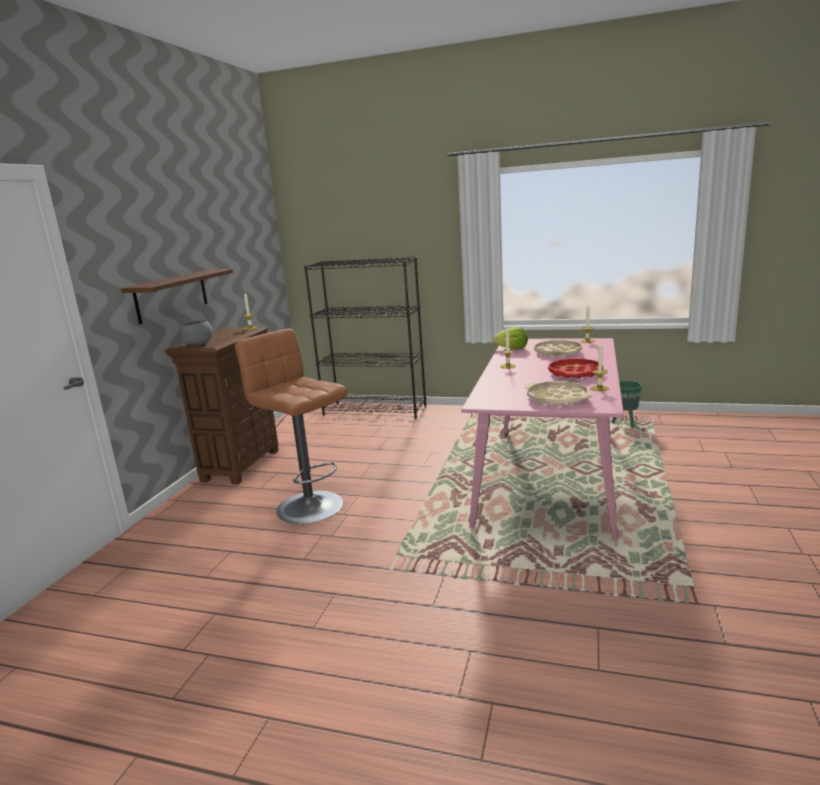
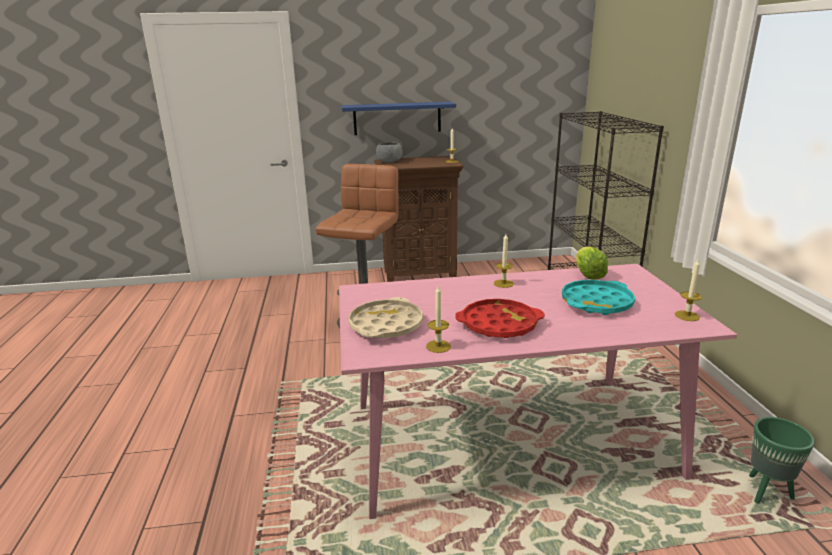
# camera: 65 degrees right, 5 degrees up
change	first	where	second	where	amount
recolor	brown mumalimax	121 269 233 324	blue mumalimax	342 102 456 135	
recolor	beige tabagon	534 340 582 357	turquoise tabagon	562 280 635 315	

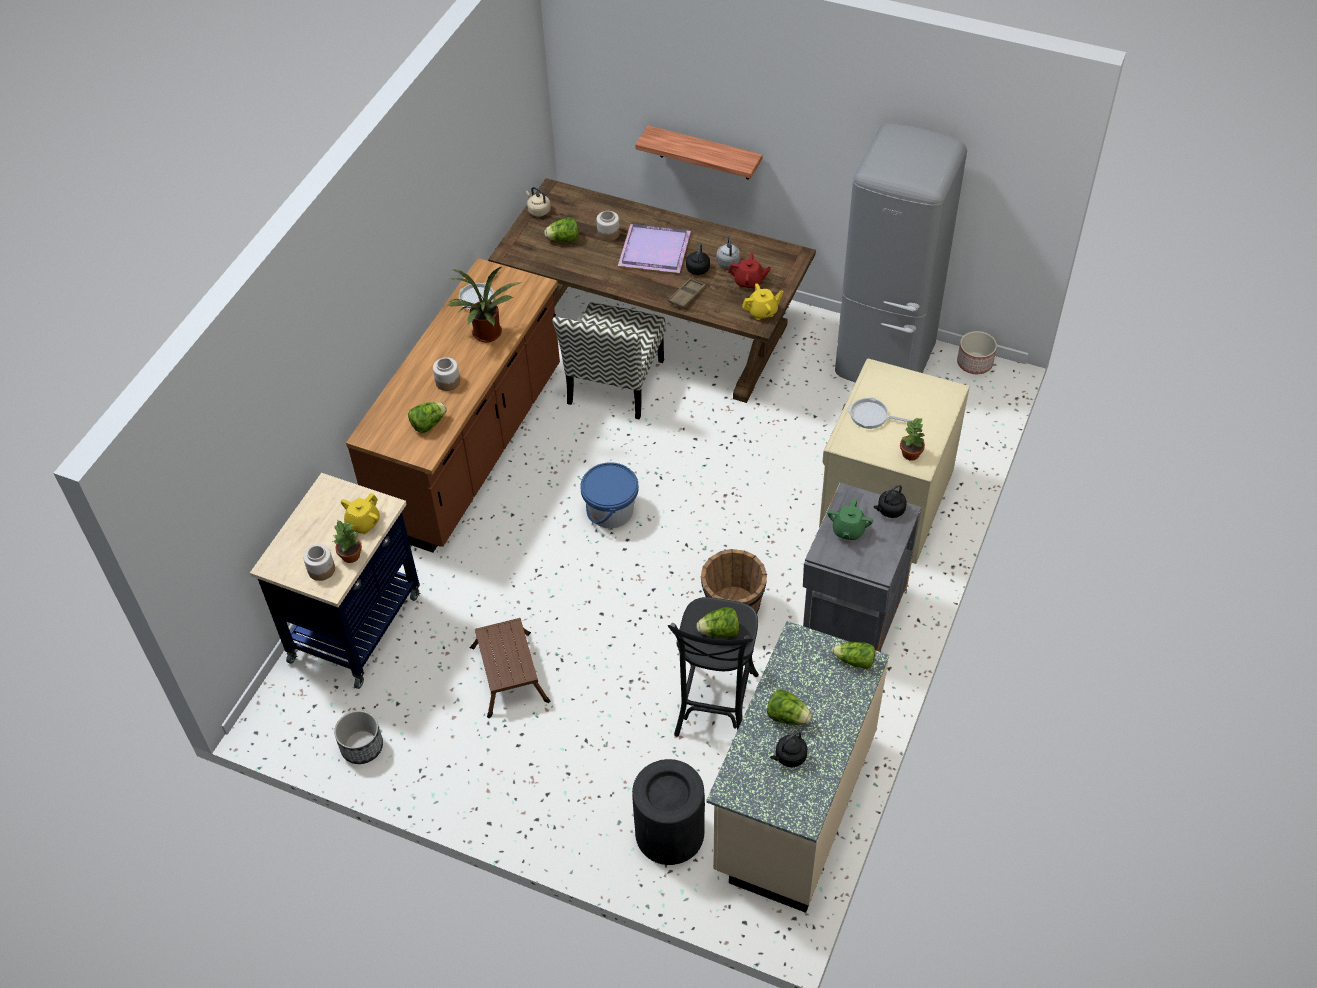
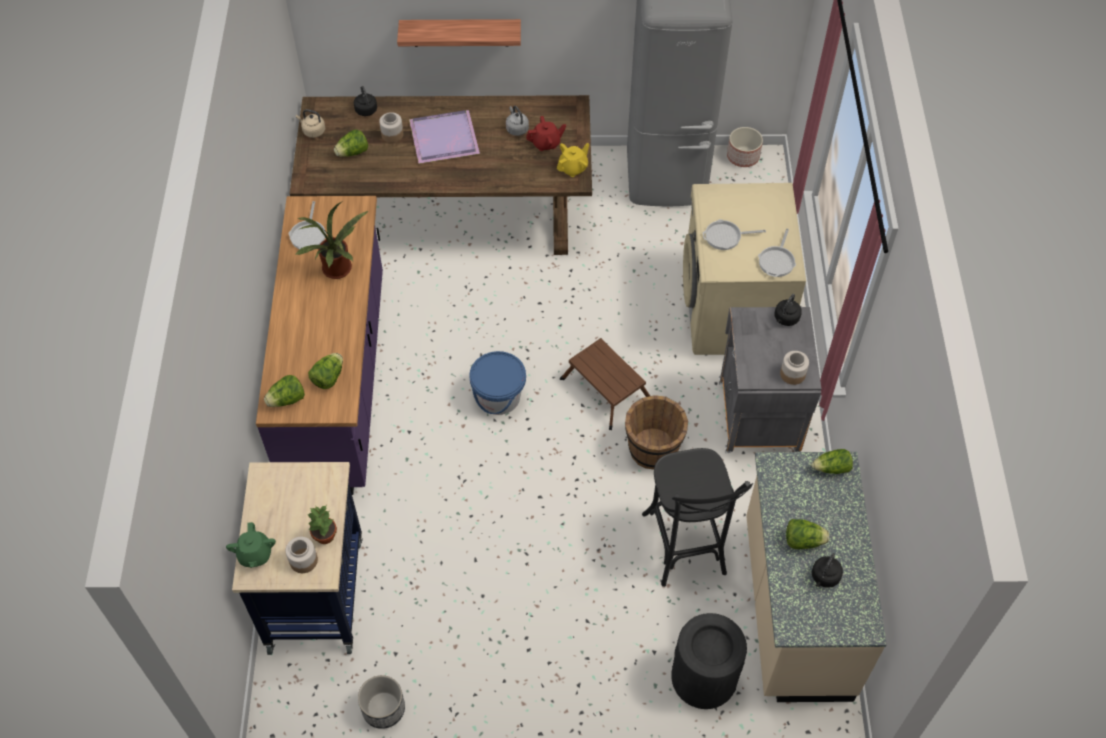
# camera: 25 degrees left, 5 degrees up
change	first	where	second	where	amount
move	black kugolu	686 244 710 275		354 86 377 116	
recolor	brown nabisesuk	346 258 560 553	purple nabisesuk	256 196 383 495	
delete	brown tabagon	668 278 706 308			
delete	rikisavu	553 302 665 420			
move	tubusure	433 357 460 391		780 351 809 385	
replace	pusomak	900 417 925 461	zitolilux	758 229 796 277	
delete	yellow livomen	341 493 380 534			
move	green livomen	827 498 873 540		226 522 276 568	
move	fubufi	697 607 739 638		264 375 305 407	
move	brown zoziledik	470 618 550 719		560 338 650 430	

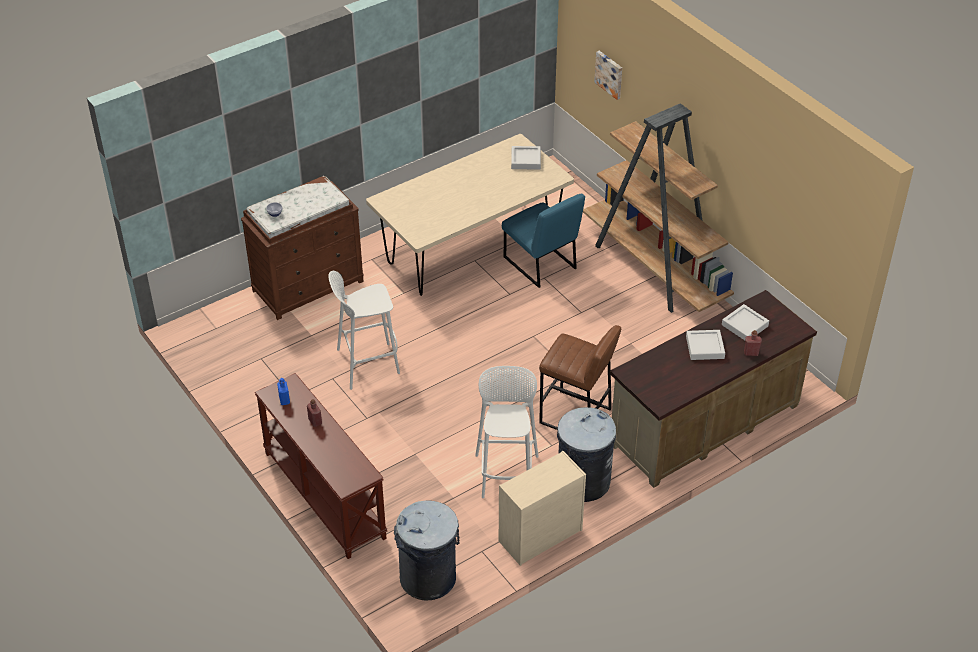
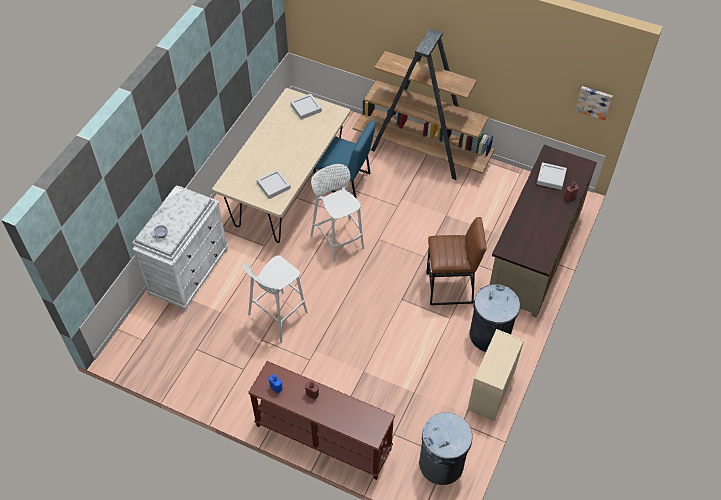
# camera: 30 degrees left, 10 degrees up
change	first	where	second	where	amount
move	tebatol	594 51 622 100		575 86 613 120	
recolor	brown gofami	241 176 364 320	white gofami	132 185 228 311	
move	grey tabagon	686 330 725 360		257 170 291 199	
move	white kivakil	475 366 539 498		311 164 364 262	

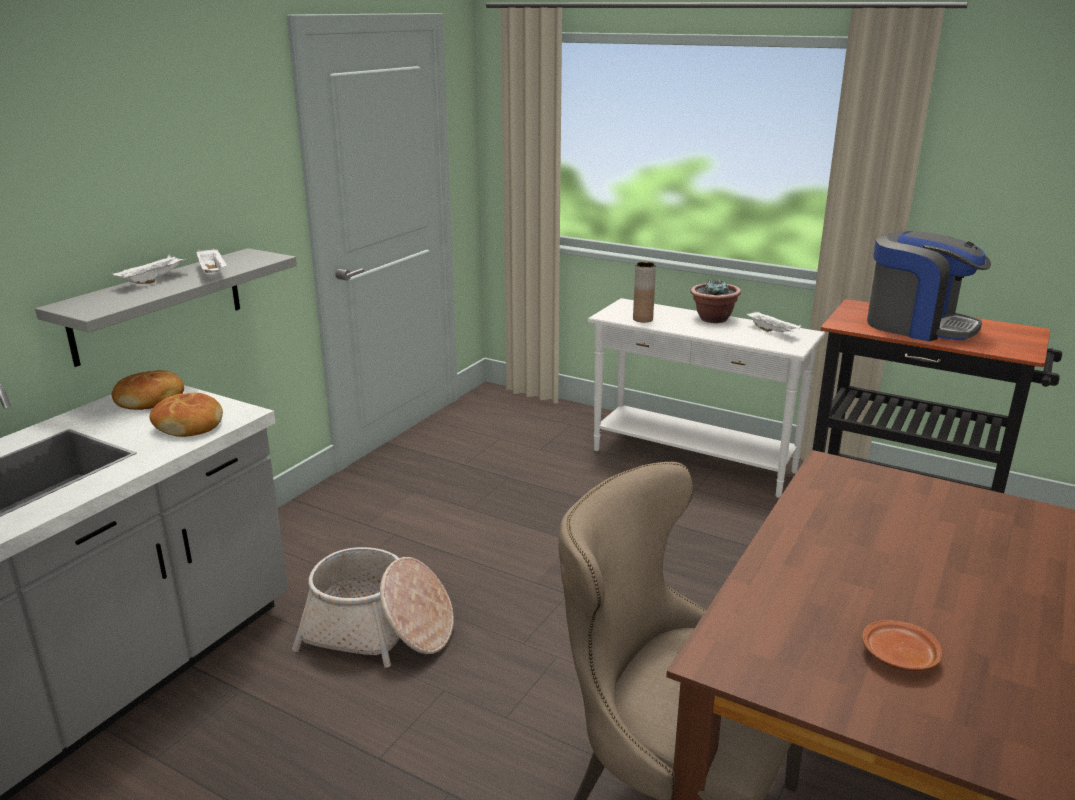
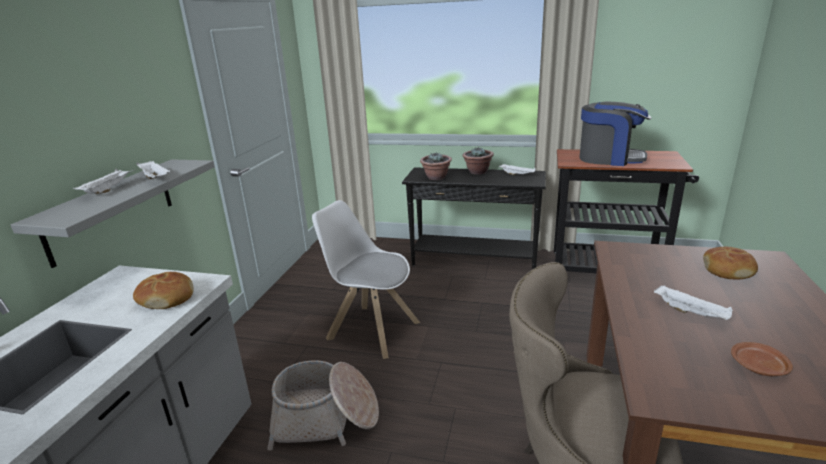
# camera: 15 degrees left, 0 degrees up
change	first	where	second	where	amount
replace	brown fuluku	633 262 656 322	pusomak	420 153 452 180	
recolor	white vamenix	588 298 825 498	black vamenix	402 167 546 269	
move	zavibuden	111 370 184 410		703 247 758 279	
insert			rikisavu	312 200 420 359	
insert			white tabagon	654 286 733 320	

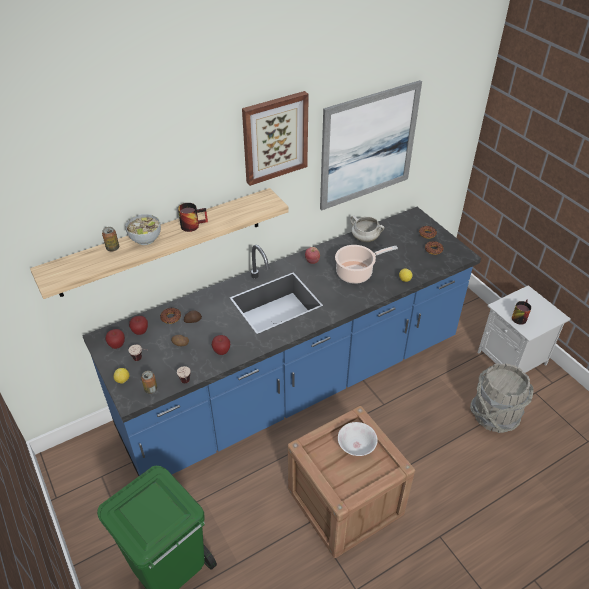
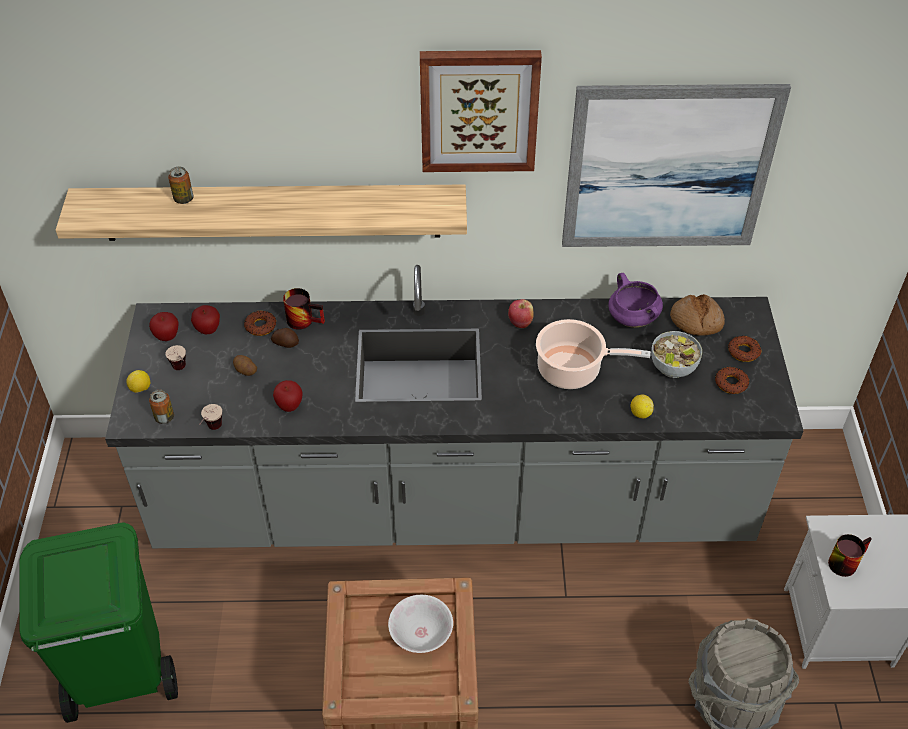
# camera: 30 degrees right, 5 degrees up
change	first	where	second	where	amount
move	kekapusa	178 203 208 232		283 288 325 330	
recolor	blue nabisesuk	82 207 481 476	grey nabisesuk	105 265 803 548	
move	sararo	125 214 161 245		651 331 702 378	
recolor	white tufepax	350 215 384 242	purple tufepax	608 273 663 328	
insert			zavibuden	670 294 725 336	

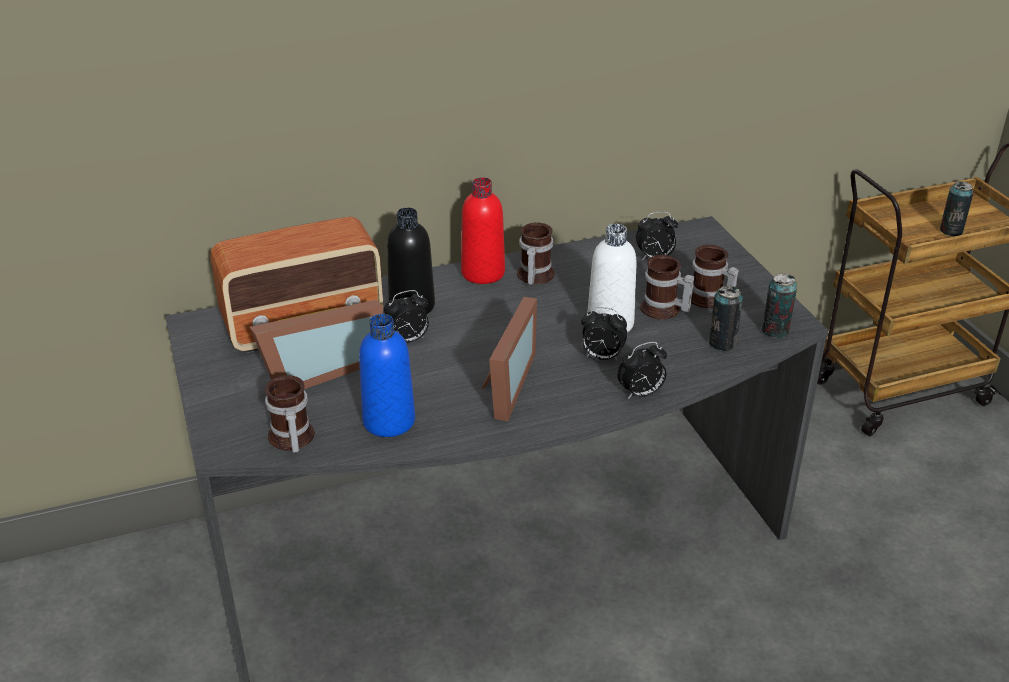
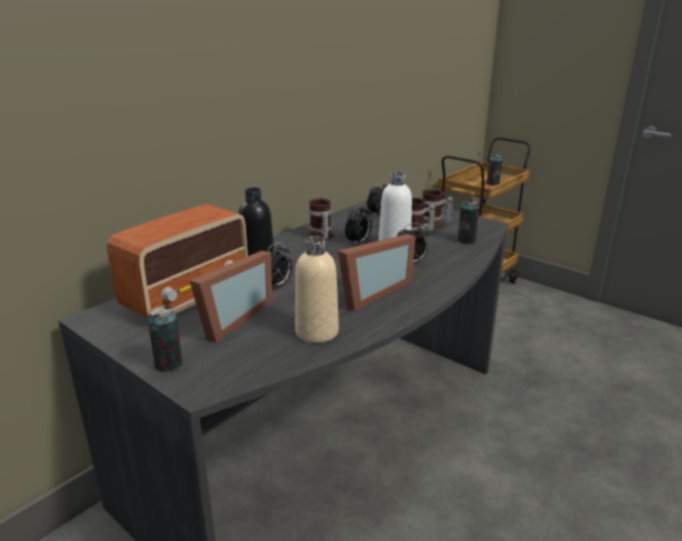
# camera: 30 degrees left, 10 degrees down
change	first	where	second	where	amount
delete	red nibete	461 177 505 284			
move	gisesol	761 273 797 338		148 306 182 372	
rotate	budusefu	481 297 537 421		338 234 415 311	60 degrees clockwise
recolor	blue nibete	359 314 415 437	beige nibete	295 236 339 343	
move	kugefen	617 342 667 399		345 204 372 245	
delete	kekapusa	265 375 315 453			

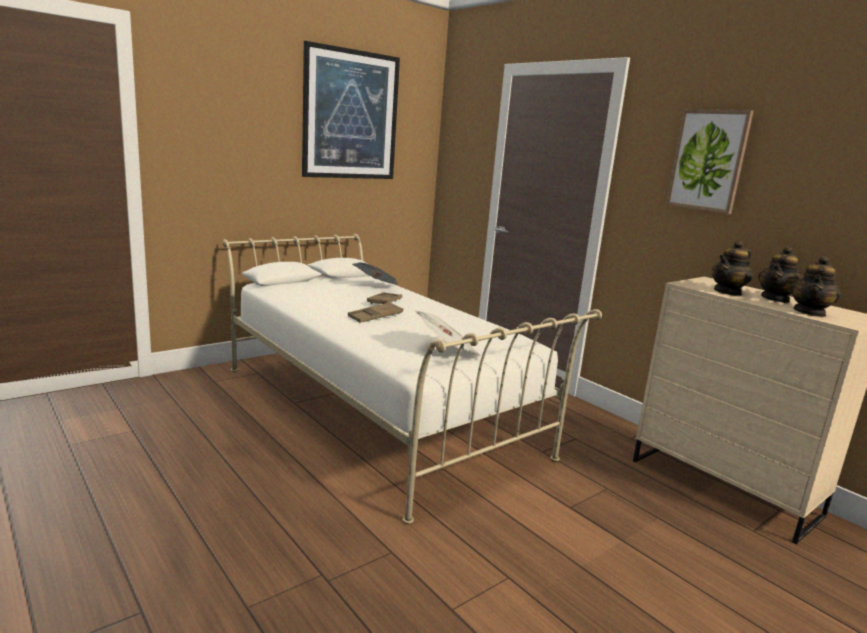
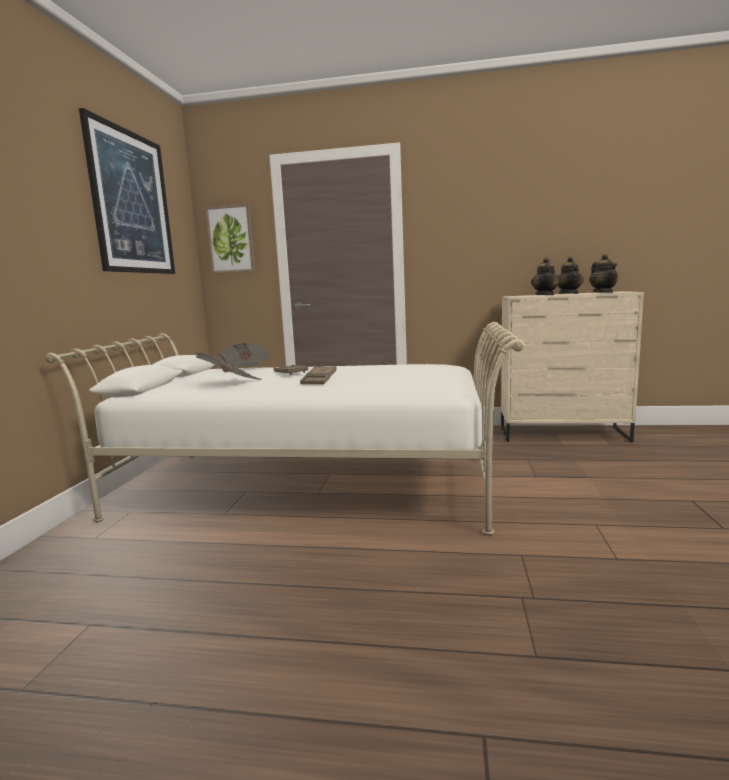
# camera: 40 degrees left, 5 degrees down
change	first	where	second	where	amount
move	tebatol	666 109 754 214		205 204 255 274	
move	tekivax	414 310 481 356		194 353 262 380	

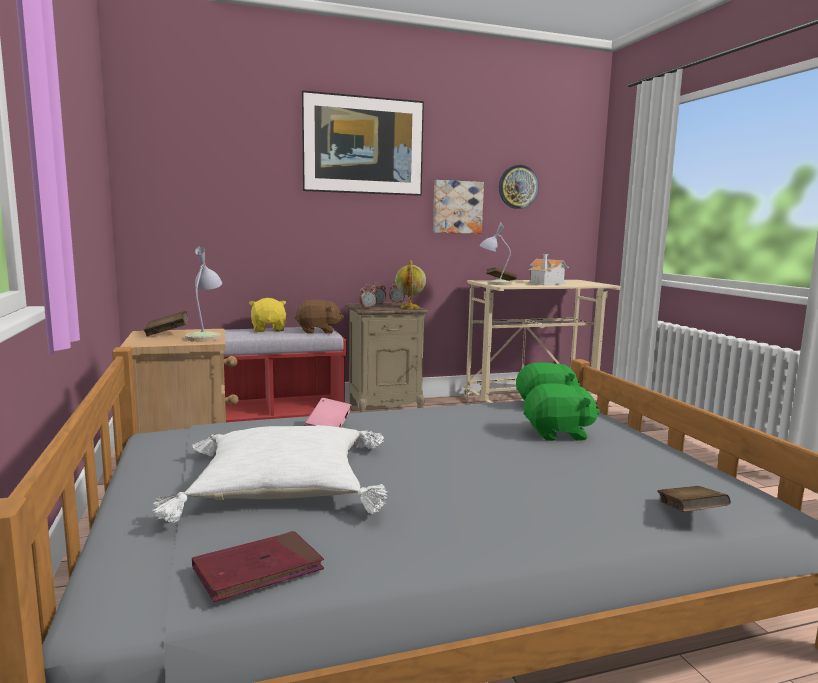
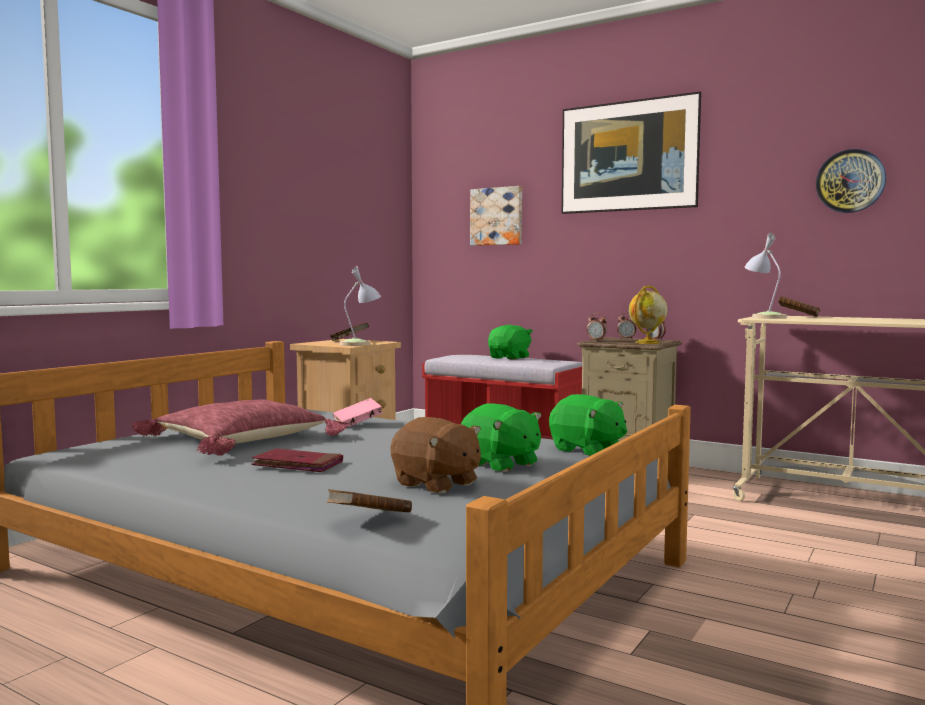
# camera: 50 degrees right, 5 degrees down
change	first	where	second	where	amount
move	tebatol	433 180 484 234		470 186 522 246	
delete	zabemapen	528 254 569 285			
recolor	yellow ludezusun	249 298 286 332	green ludezusun	488 325 533 360	
move	brown ludezusun	295 299 344 334		391 417 481 494	
recolor	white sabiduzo	153 425 388 522	red sabiduzo	132 399 348 456	
move	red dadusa	192 531 324 602		251 448 343 472	

